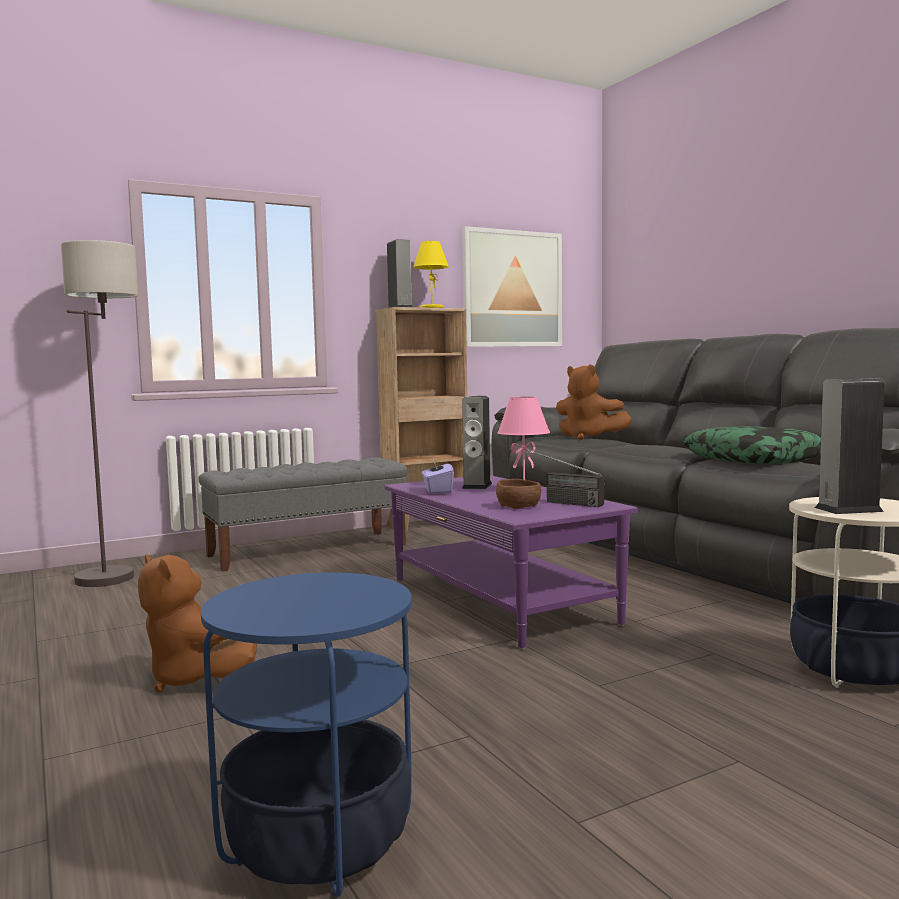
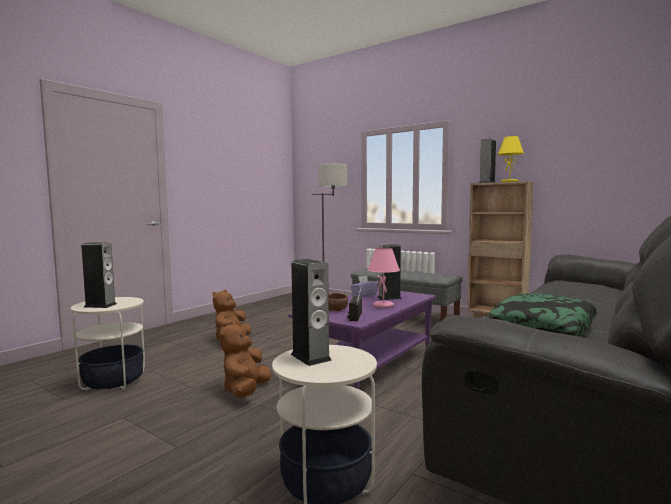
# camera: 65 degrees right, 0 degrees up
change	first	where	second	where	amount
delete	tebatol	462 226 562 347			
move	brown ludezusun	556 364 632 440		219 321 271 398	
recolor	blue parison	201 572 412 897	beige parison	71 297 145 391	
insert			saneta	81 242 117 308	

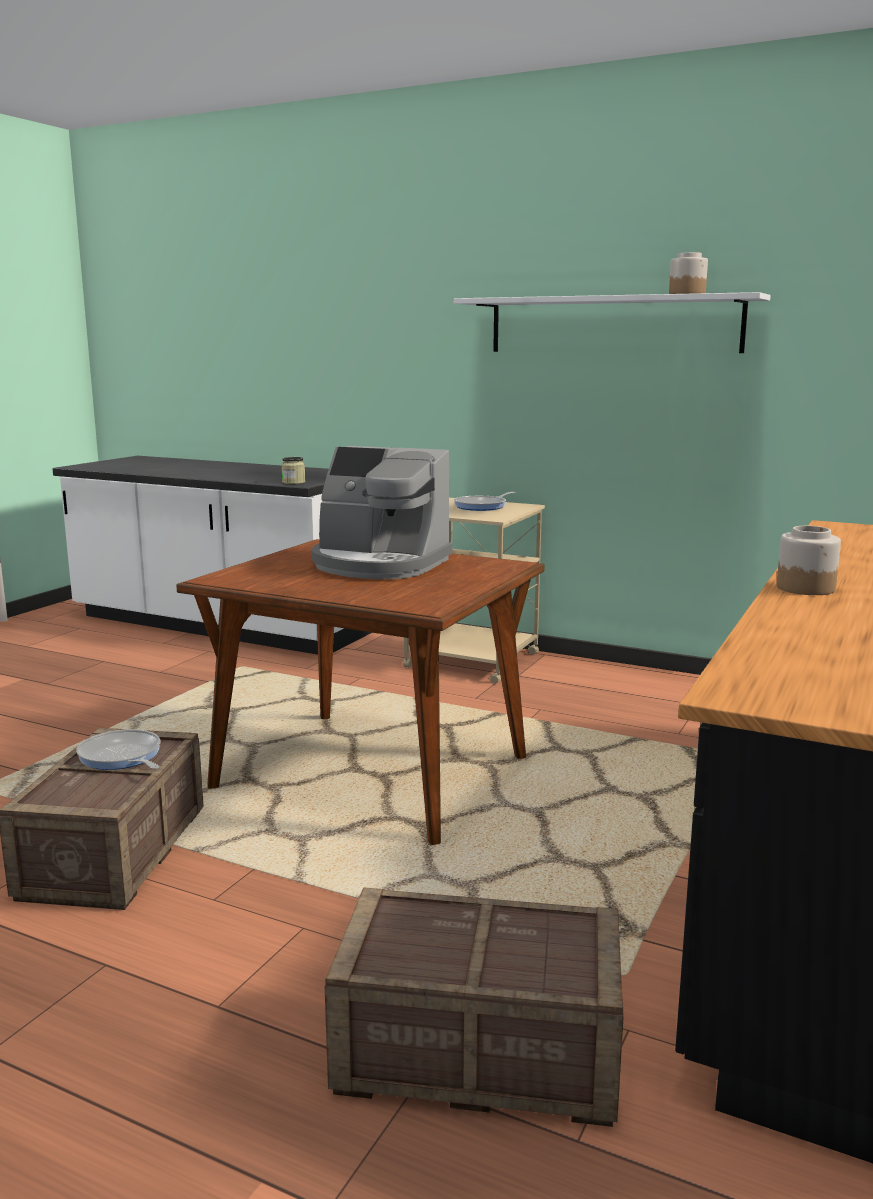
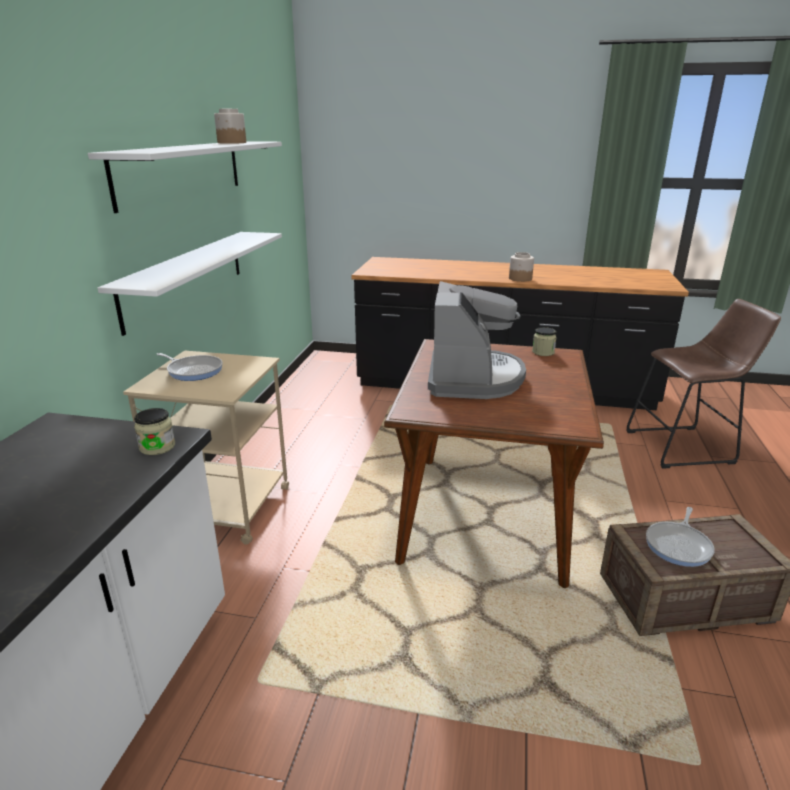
# camera: 105 degrees left, 10 degrees up
change	first	where	second	where	amount
replace	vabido	325 887 624 1127	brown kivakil	627 299 781 469	
insert			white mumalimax	98 232 282 336	
insert			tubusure	532 327 557 356	

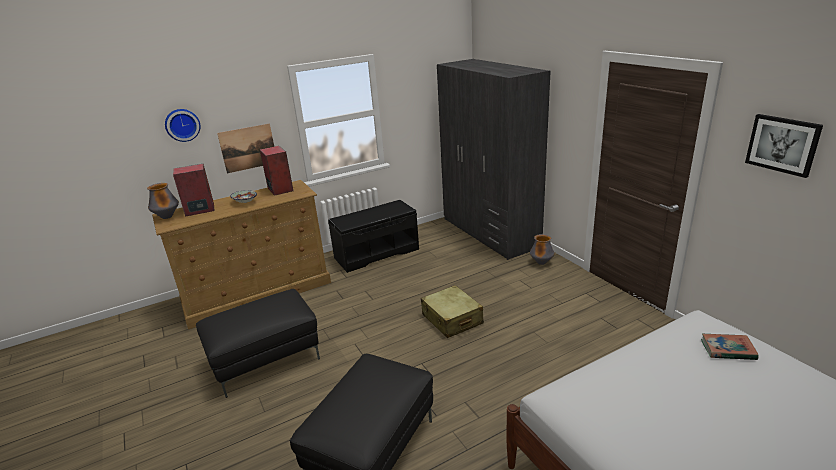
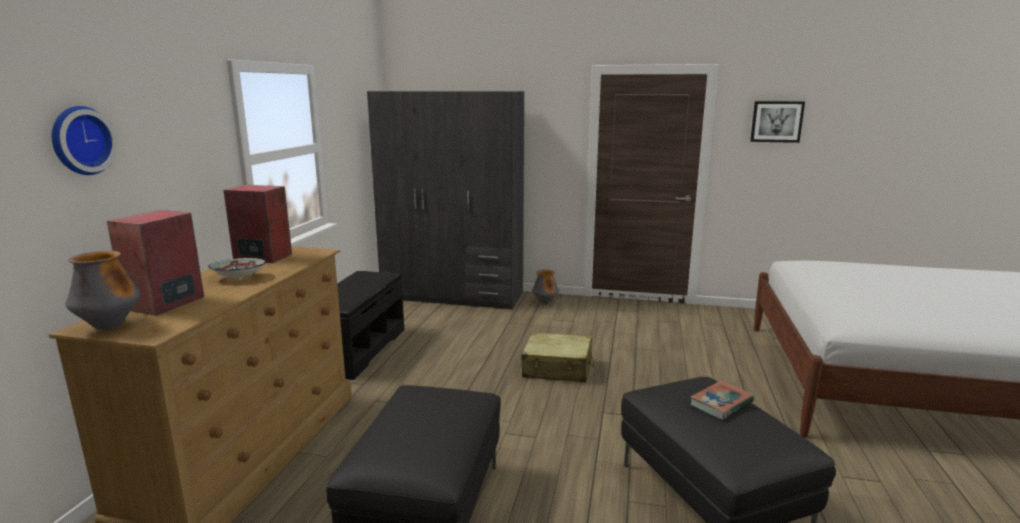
# camera: 50 degrees left, 10 degrees down
change	first	where	second	where	amount
delete	tebatol	217 123 274 173			
move	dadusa	701 334 759 360		690 381 754 420	

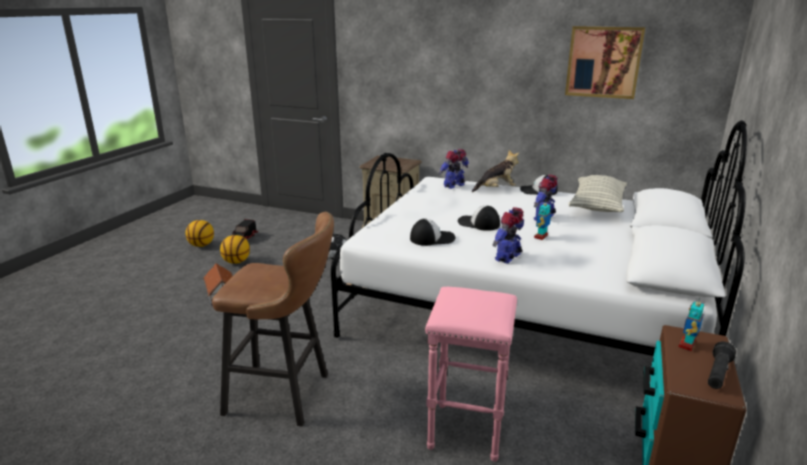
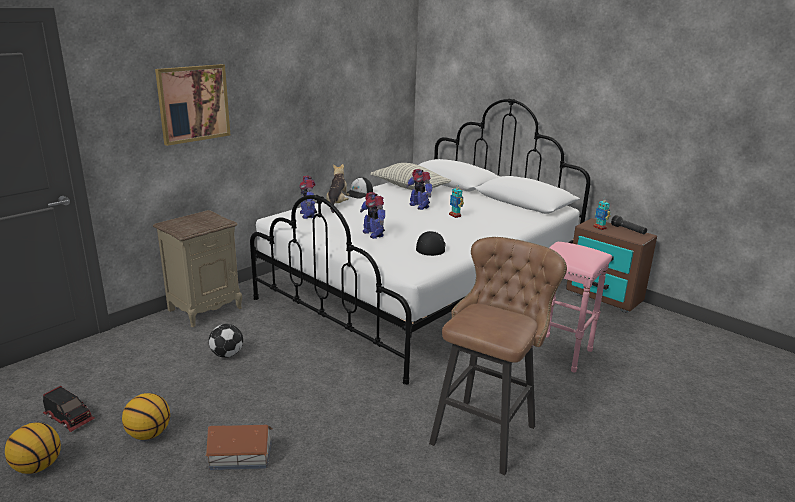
# camera: 70 degrees left, 0 degrees up
change	first	where	second	where	amount
move	tebatol	565 26 645 99		155 64 230 146	
delete	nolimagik	458 206 500 231			
move	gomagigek	492 207 524 264		360 192 385 239	

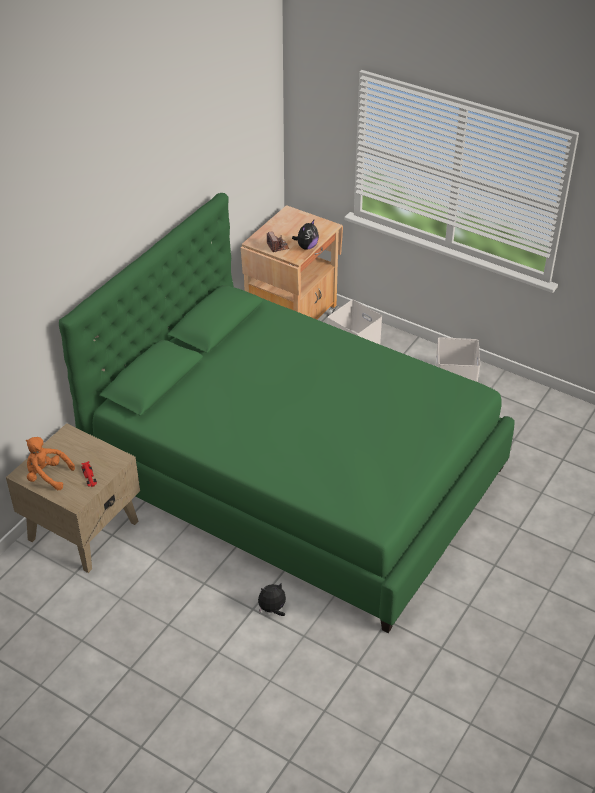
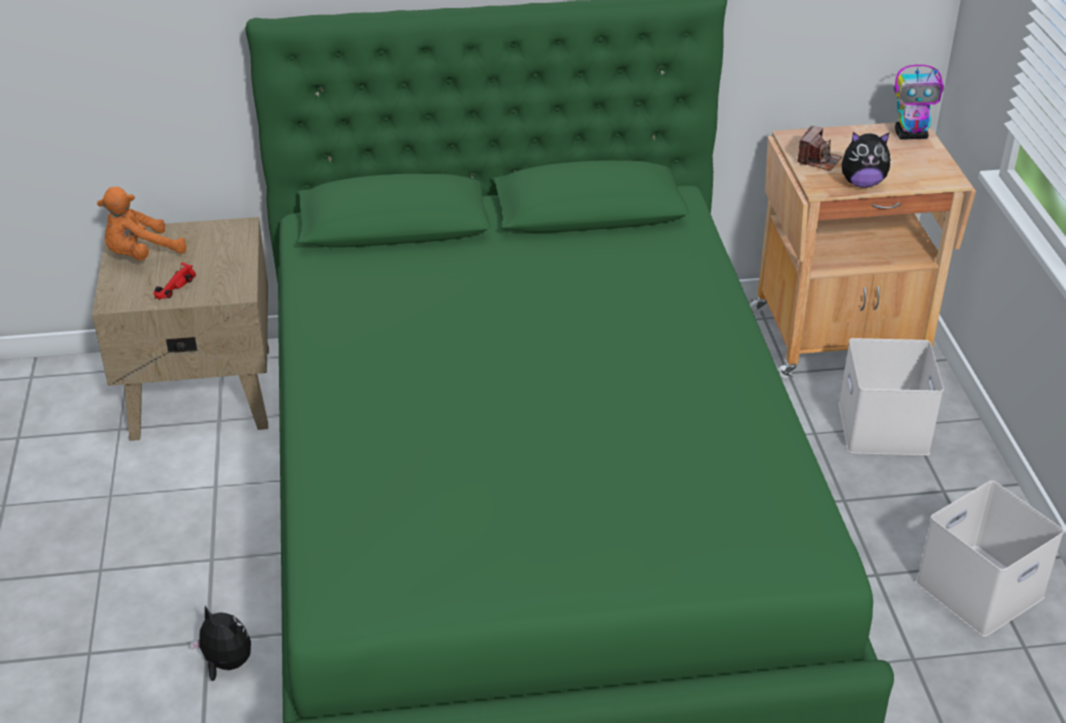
# camera: 50 degrees right, 5 degrees down
change	first	where	second	where	amount
rotate	orange ludezusun	26 437 75 490		97 187 187 260	105 degrees counterclockwise
insert			gomagigek	894 65 944 140	

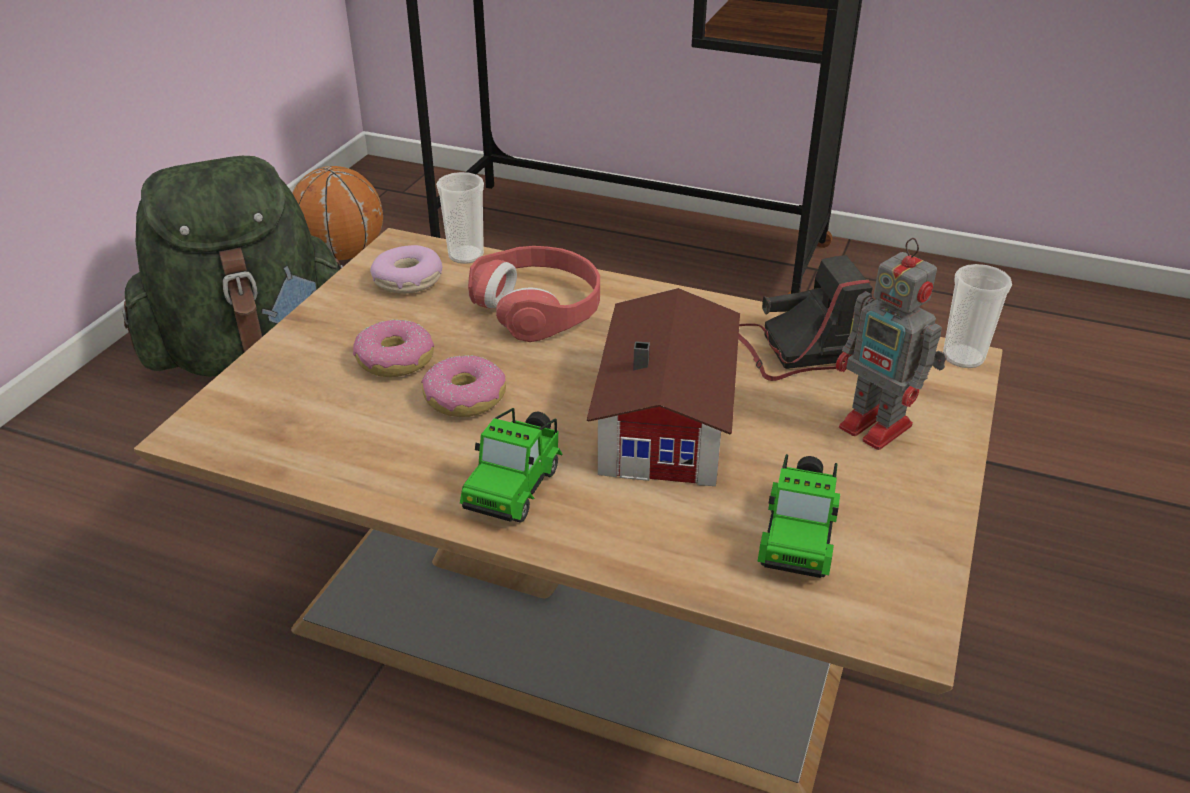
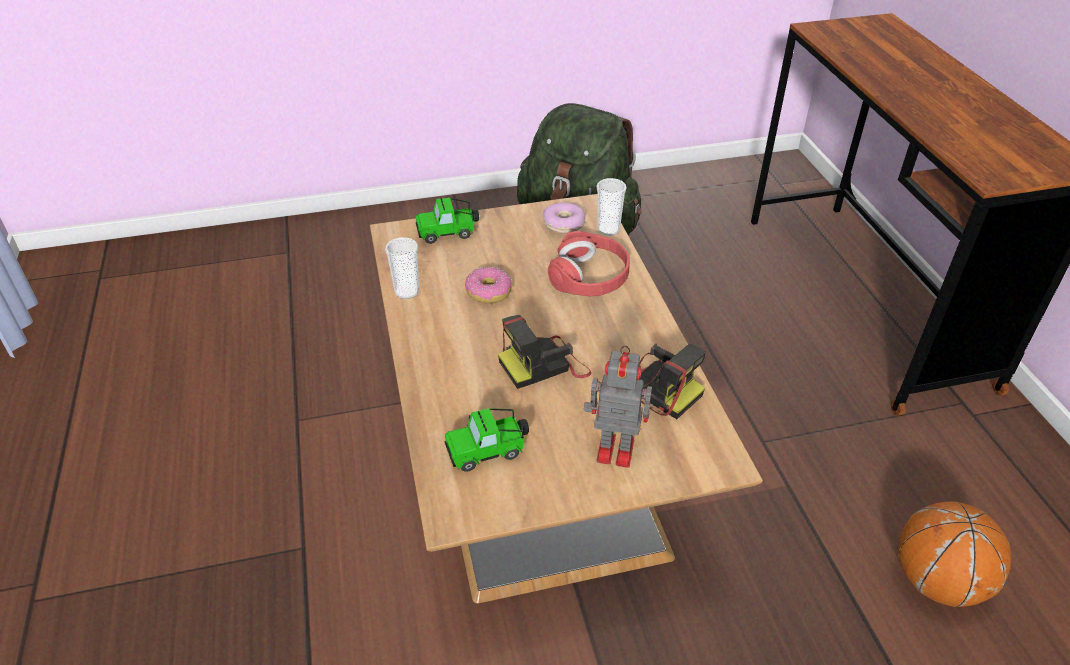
# camera: 55 degrees right, 5 degrees up
change	first	where	second	where	amount
move	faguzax	292 166 383 260		898 501 1011 607	
rotate	gomagigek	836 238 947 450		584 346 652 468	90 degrees clockwise
move	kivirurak	943 264 1012 368		385 237 419 299	
replace	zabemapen	587 288 740 486	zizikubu	498 315 591 389	
delete	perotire	353 319 434 377			
move	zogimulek	460 408 563 523		416 198 479 244	

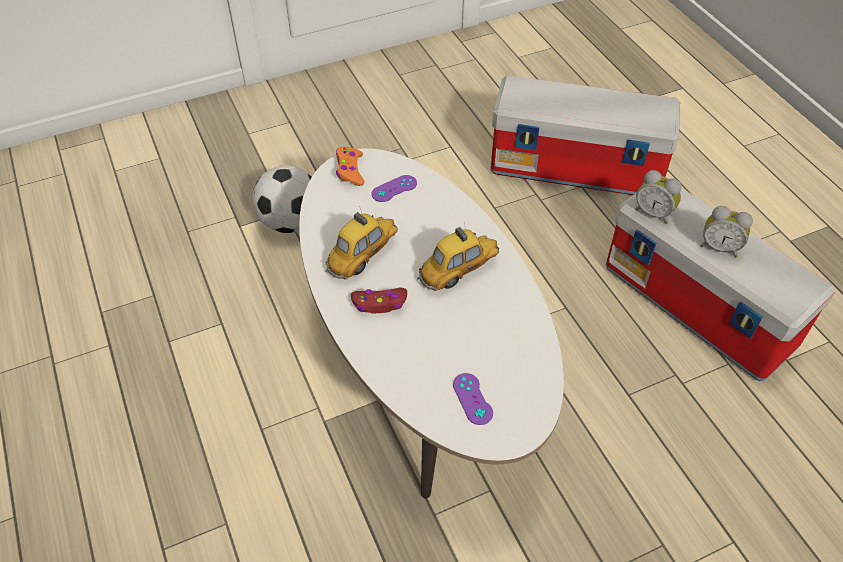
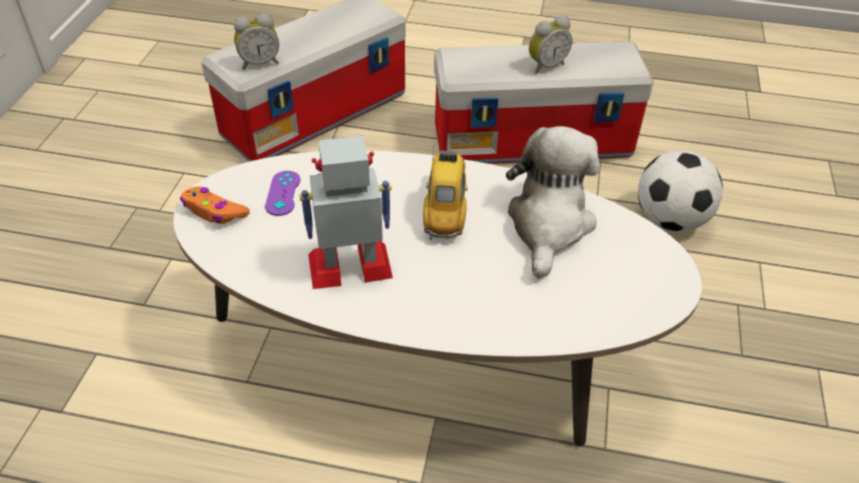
# camera: 55 degrees left, 5 degrees down
change	first	where	second	where	amount
move	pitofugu	253 165 312 233		638 150 723 231	
move	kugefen	635 170 681 224		234 13 279 70	
replace	zogimulek	325 208 398 280	gomagigek	299 136 393 289	
delete	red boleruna	351 288 407 313			
delete	purple boleruna	453 373 493 425			
insert			ludezusun	506 126 600 278	

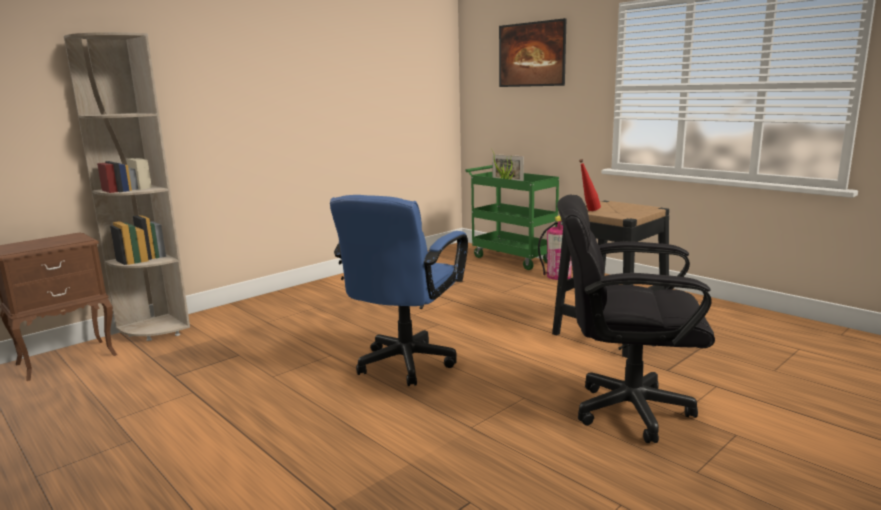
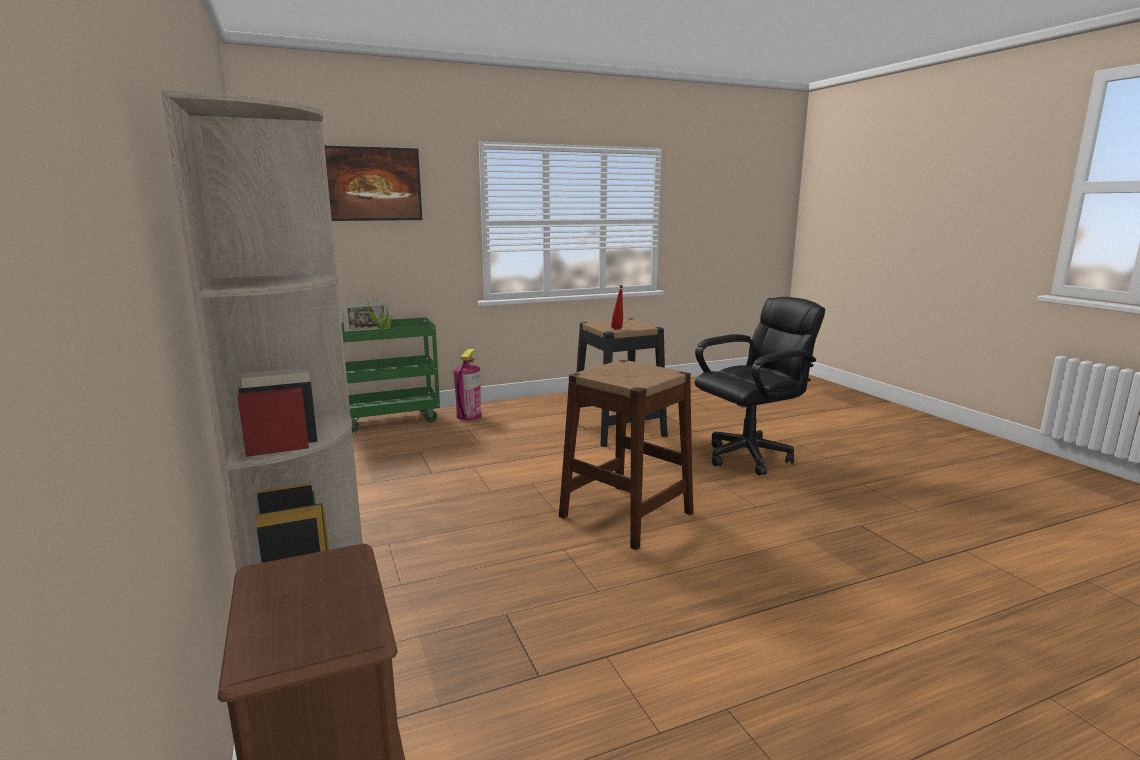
# camera: 70 degrees left, 0 degrees up
change	first	where	second	where	amount
replace	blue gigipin	330 195 468 386	brown kivakil	559 360 693 550	
rotate	black gigipin	557 195 715 443		695 297 825 475	150 degrees counterclockwise

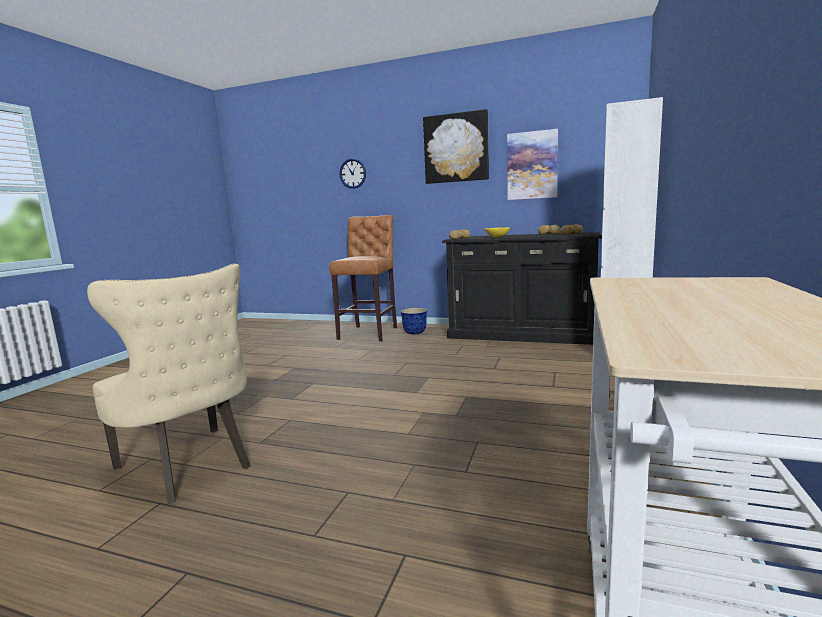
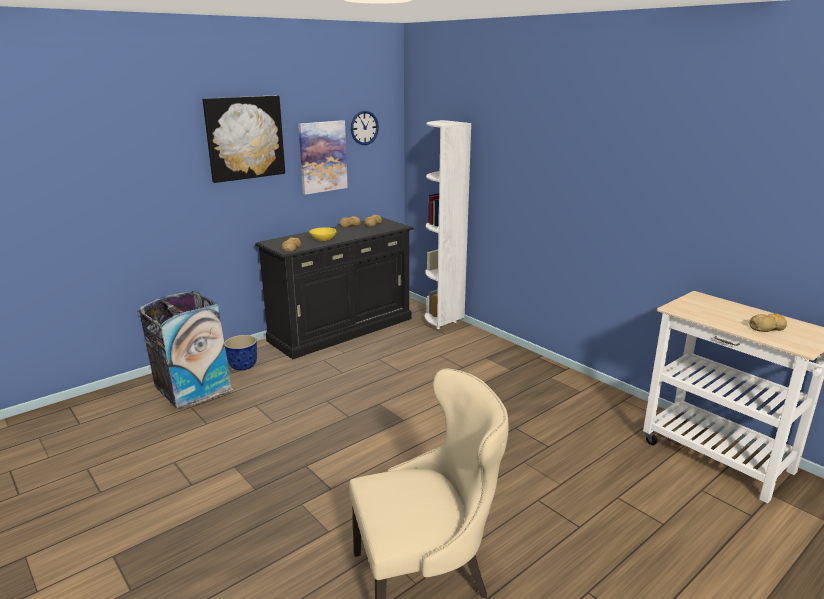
# camera: 60 degrees left, 10 degrees up
change	first	where	second	where	amount
move	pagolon	339 159 366 189		351 110 379 145	
replace	brown kivakil	329 215 397 341	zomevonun	138 291 233 409	
insert			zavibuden	749 313 787 332	

